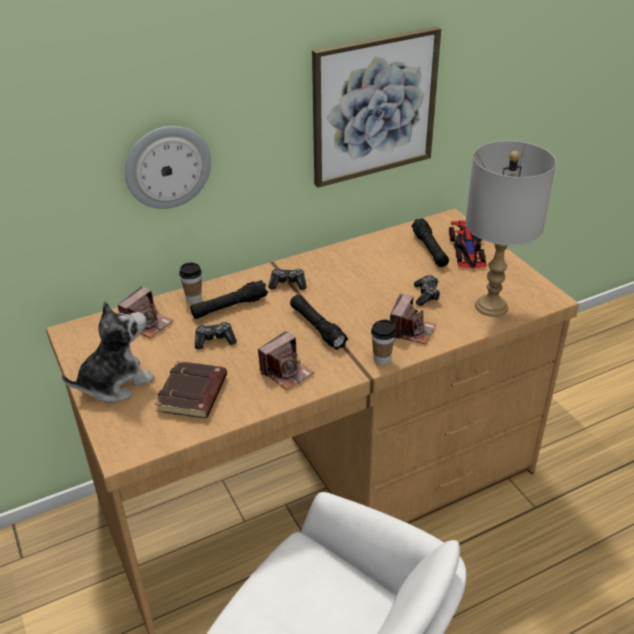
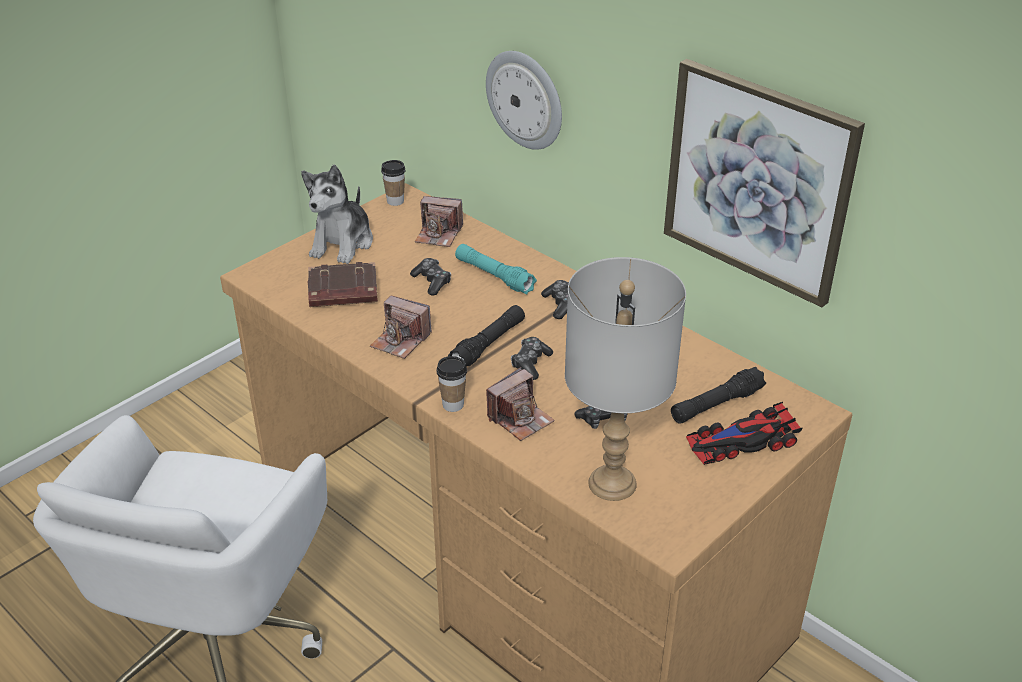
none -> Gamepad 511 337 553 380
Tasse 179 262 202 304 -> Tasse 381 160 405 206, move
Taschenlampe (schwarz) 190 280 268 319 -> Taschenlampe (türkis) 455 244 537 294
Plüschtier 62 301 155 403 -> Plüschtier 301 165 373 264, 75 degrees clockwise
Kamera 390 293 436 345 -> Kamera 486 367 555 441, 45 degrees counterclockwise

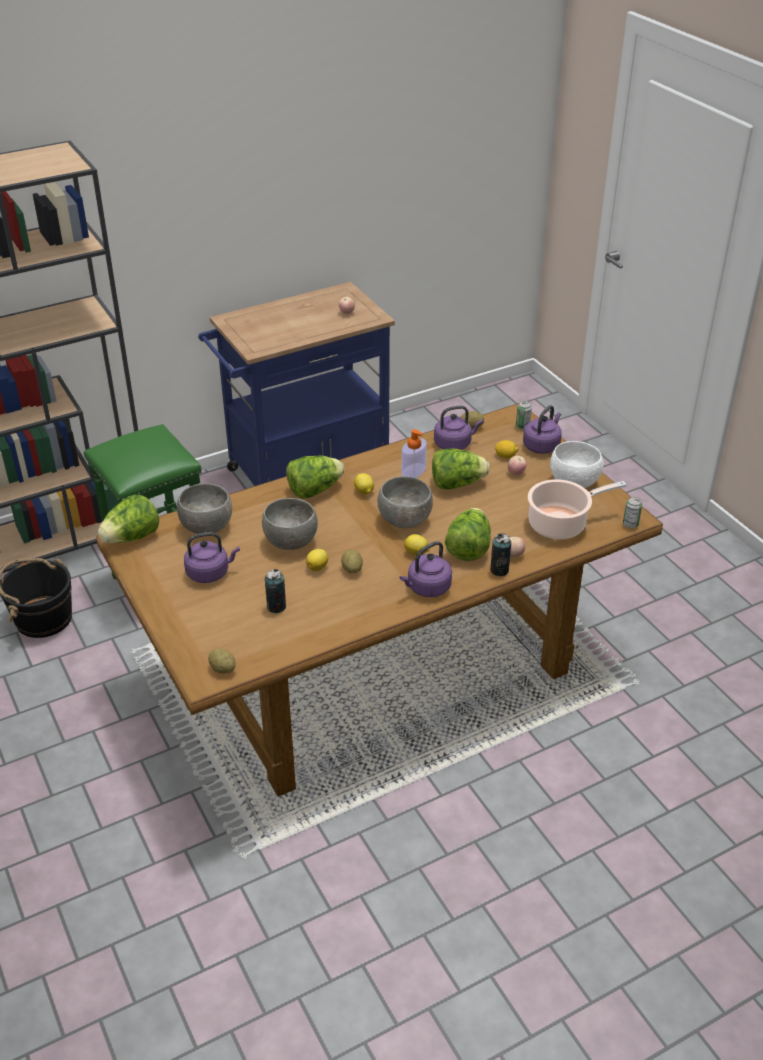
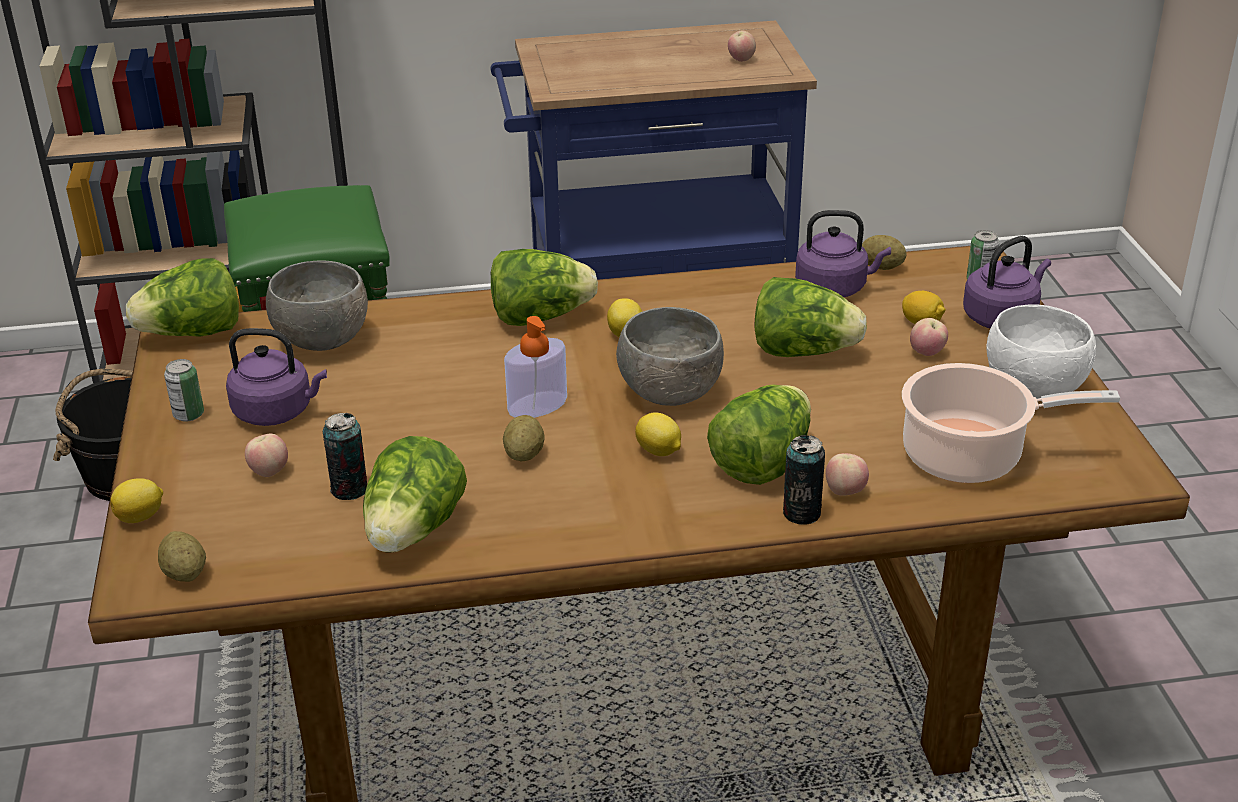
Schüssel (grau) 262 498 318 550 -> none
Wasserkessel (lila) 399 541 452 597 -> none
none -> Apfel 245 433 288 477
none -> Salatkopf 363 436 467 552
Zitrone 306 549 328 571 -> Zitrone 110 478 163 523, move
Seifenspender 402 429 427 478 -> Seifenspender 504 316 567 418, move
Dose 623 497 642 528 -> Dose 164 359 204 422, move

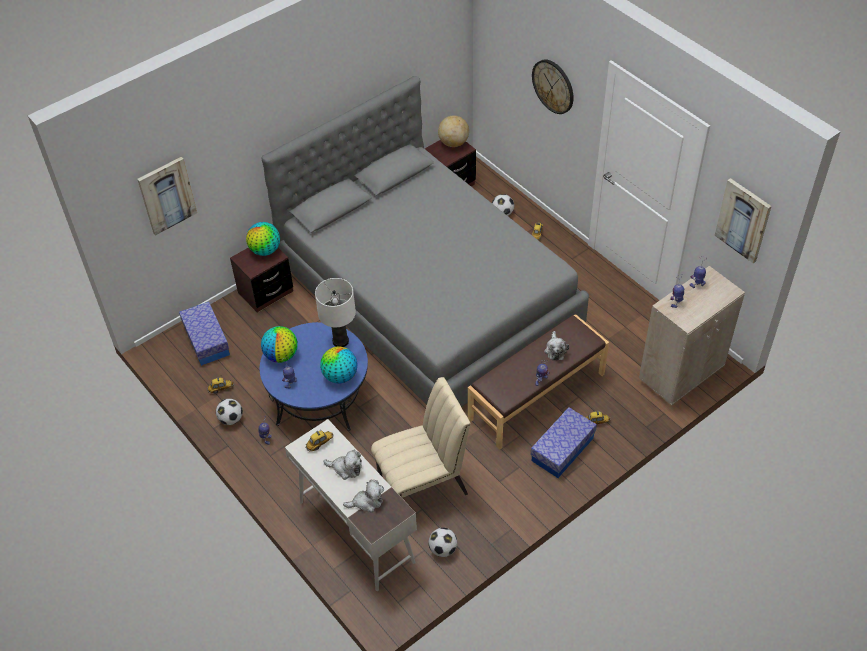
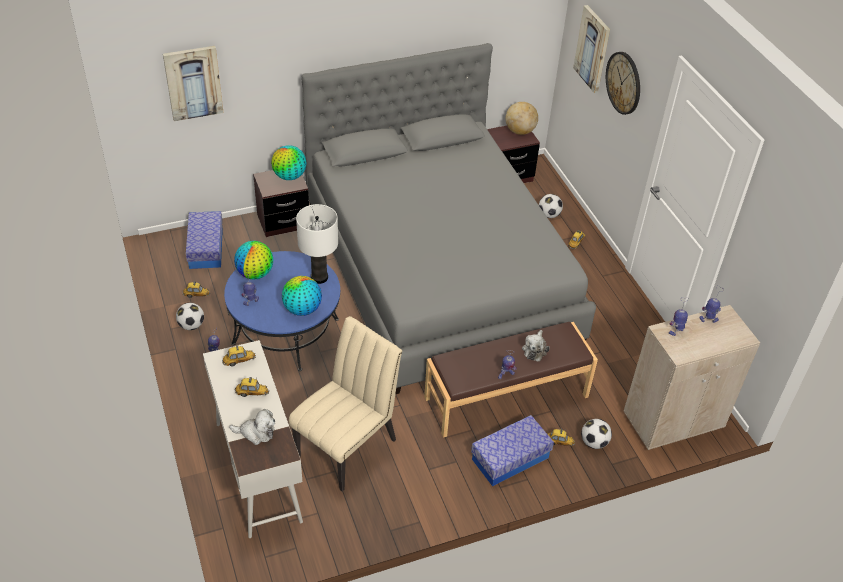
Fußball 428 528 457 557 -> Fußball 581 419 612 449, move
Bild 715 178 772 263 -> Bild 573 5 610 93, move
Plüschtier 323 450 362 480 -> Spielzeugauto 235 377 269 397
Stuhl (beige) 371 377 471 499 -> Stuhl (beige) 289 316 403 491, 45 degrees counterclockwise

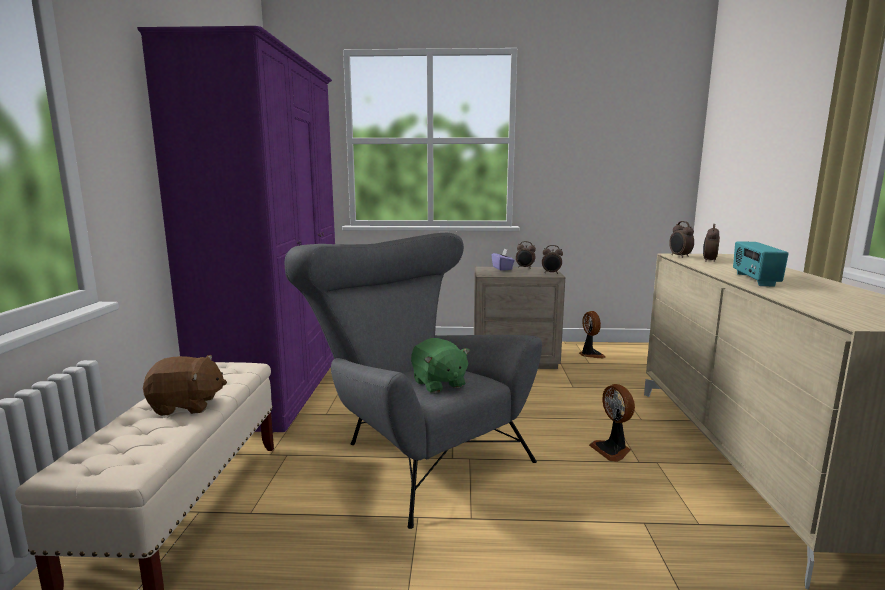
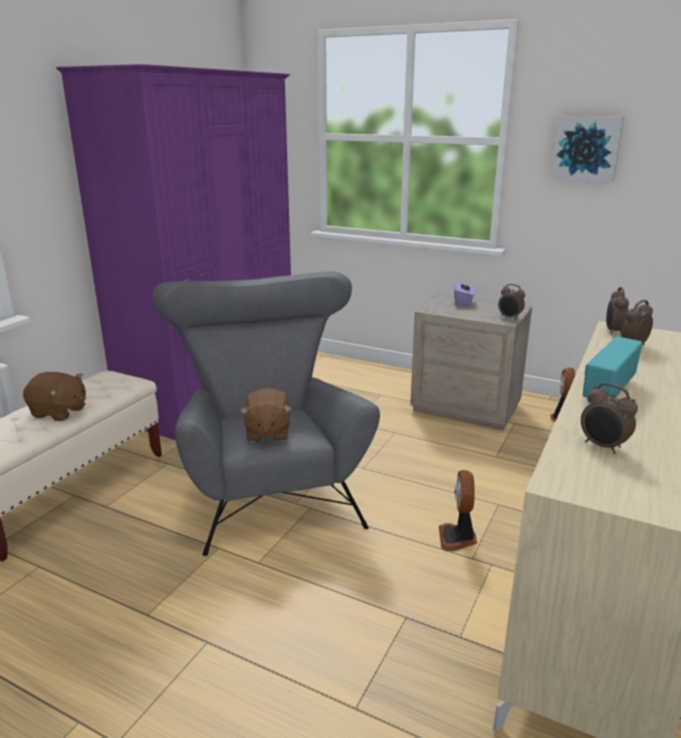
none -> Bild 550 116 624 182
Wecker 516 241 536 269 -> Wecker 581 383 638 454, move
Plüschtier (grün) 411 338 470 393 -> Plüschtier (braun) 240 388 292 443

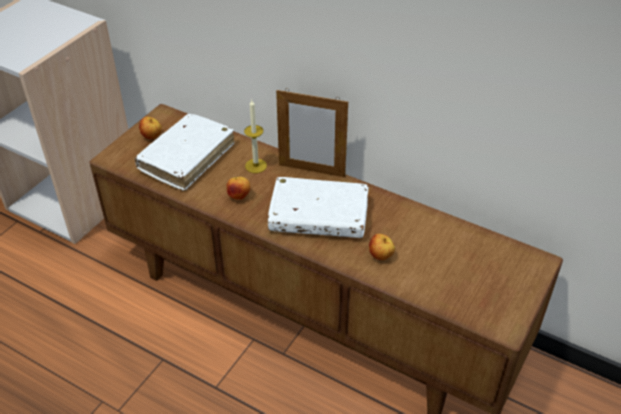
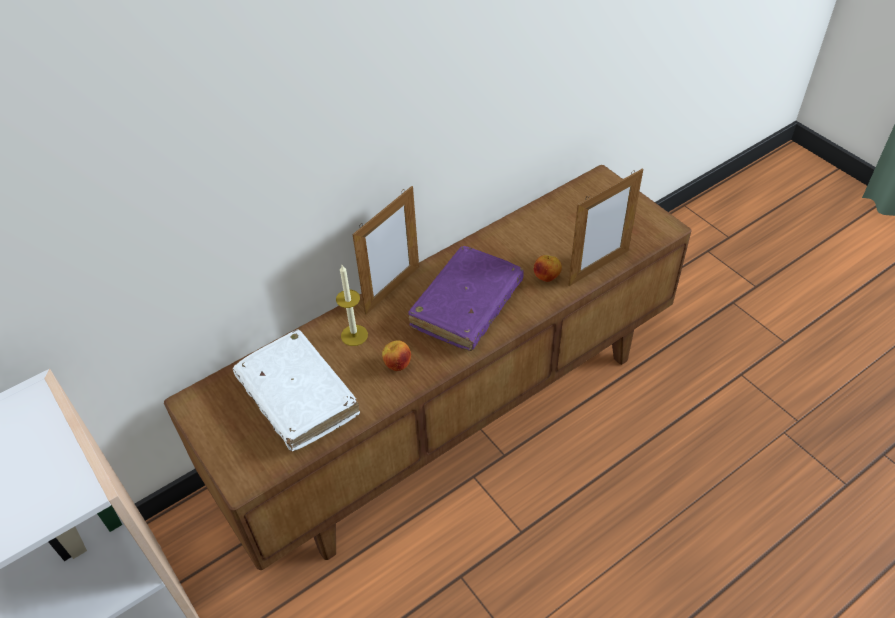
Apfel 139 117 162 139 -> none
none -> Bilderrahmen 568 168 643 286
Buch (weiß) 267 177 368 238 -> Buch (lila) 408 246 524 351

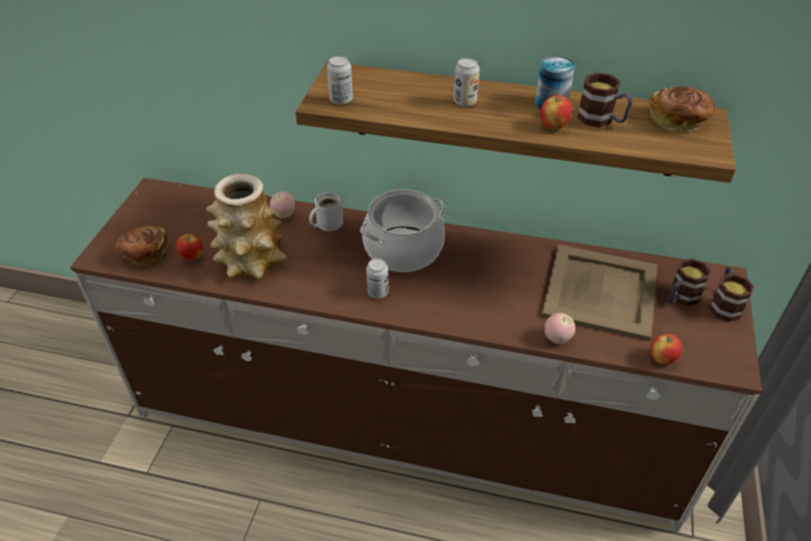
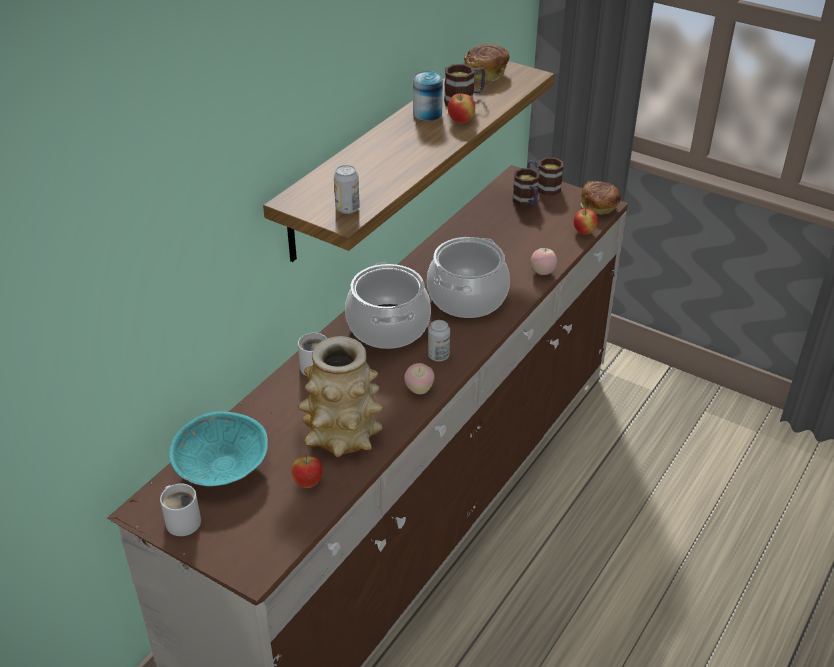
Dose 454 58 479 107 -> none
Tablett (beige) 541 244 658 341 -> none
none -> Henkelbecher (weiß) 160 484 201 536
none -> Schüssel (türkis) 169 411 268 486
none -> Kochtopf 427 237 510 318
Brot 115 226 168 267 -> Brot 581 181 621 215, move
Apfel 270 192 295 218 -> Apfel 404 363 435 394, move

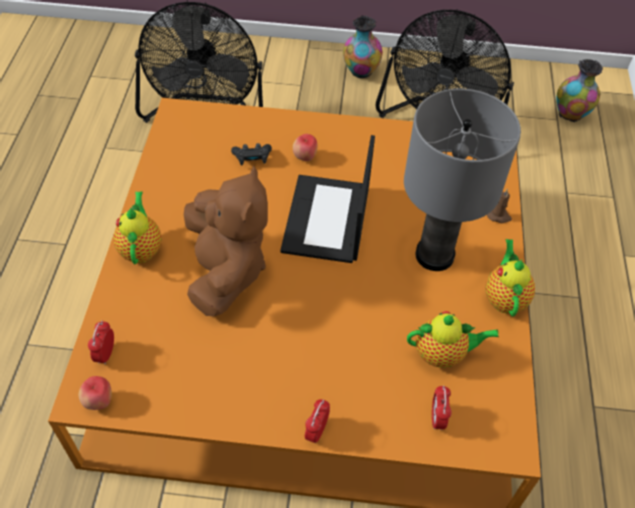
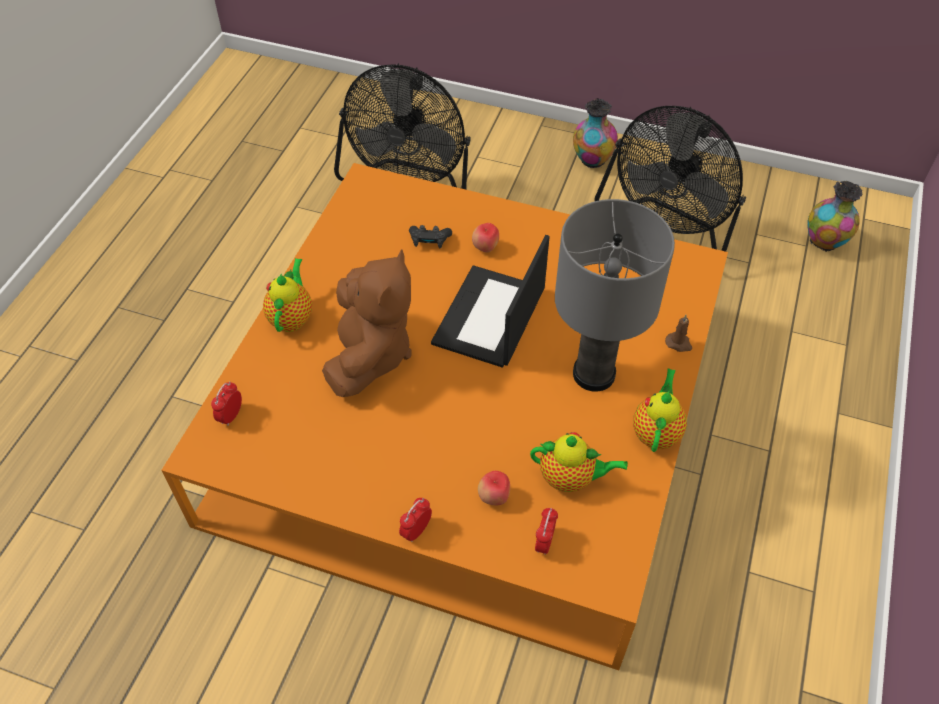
Apfel 79 376 112 410 -> Apfel 478 471 510 505, move

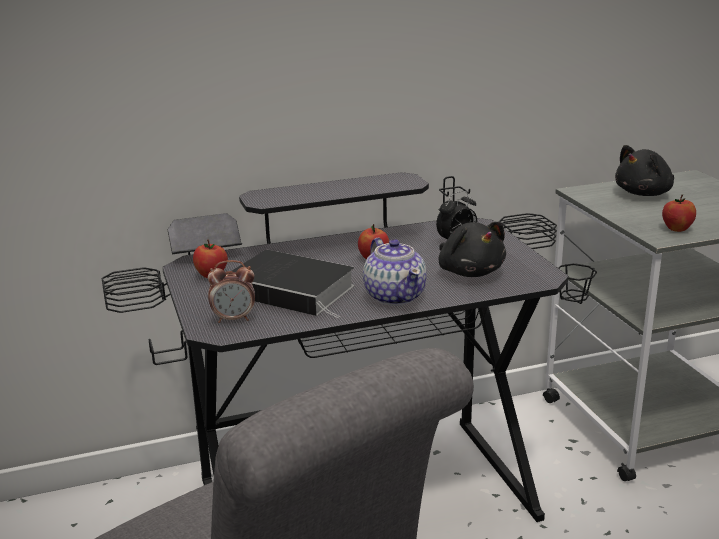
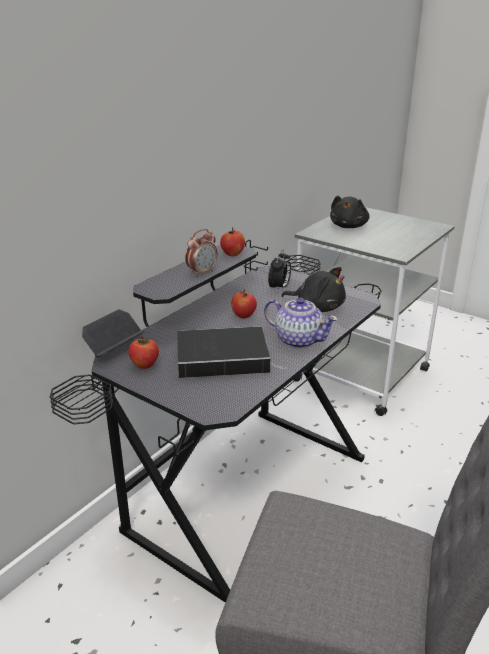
Wecker 208 260 255 323 -> Wecker 185 229 217 277, move
Apfel 662 194 696 232 -> Apfel 220 227 245 256, move

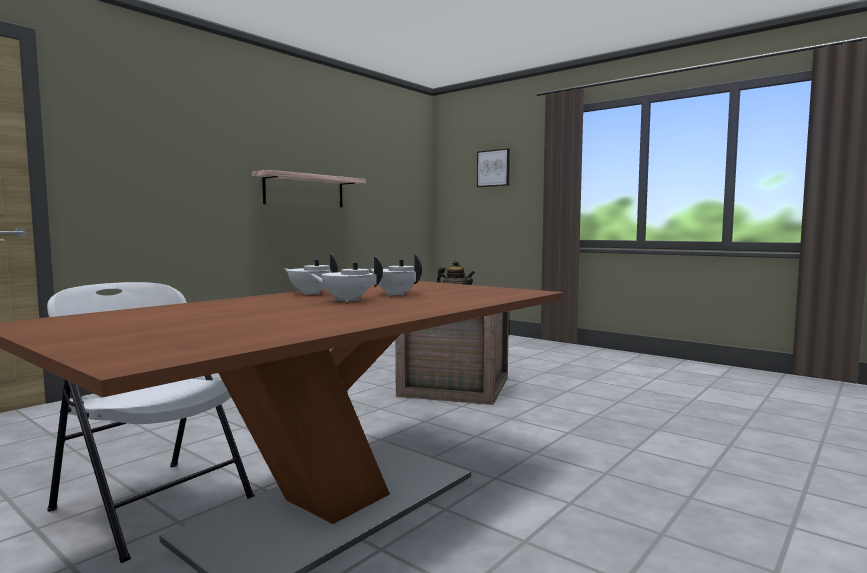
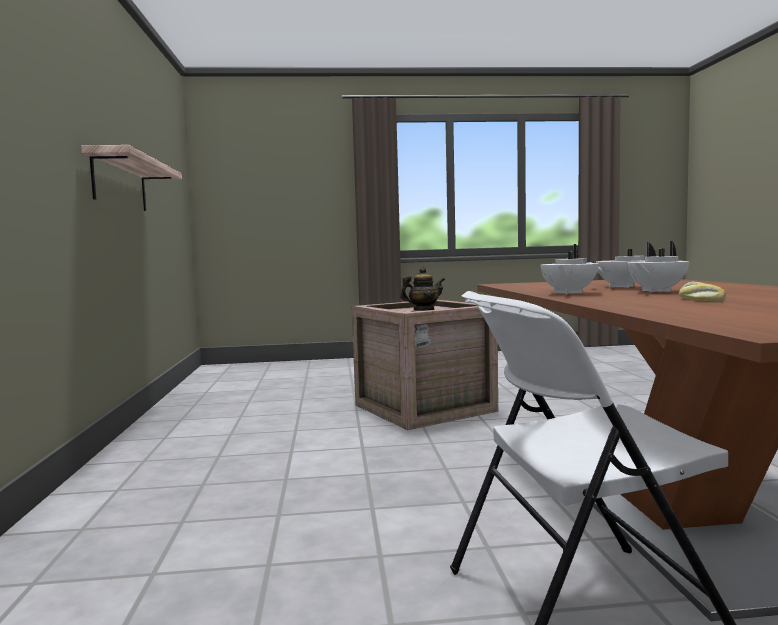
Bild 477 148 510 187 -> none
none -> Brot 679 282 726 302
Teekanne (weiß) 284 254 338 295 -> Teekanne (weiß) 541 244 599 294, 45 degrees counterclockwise

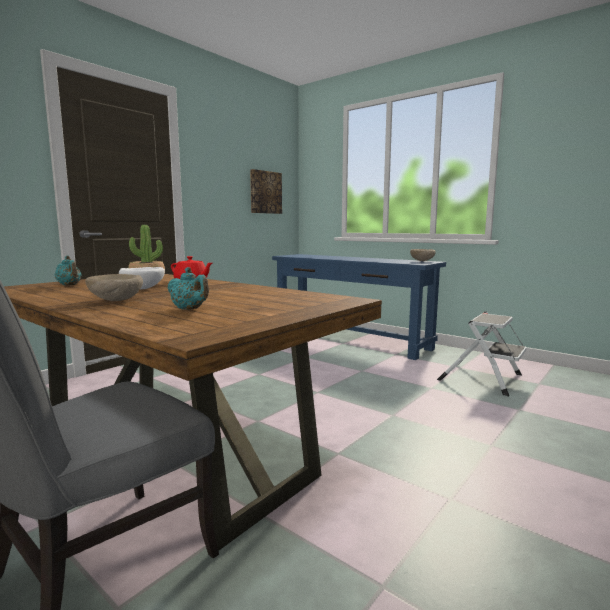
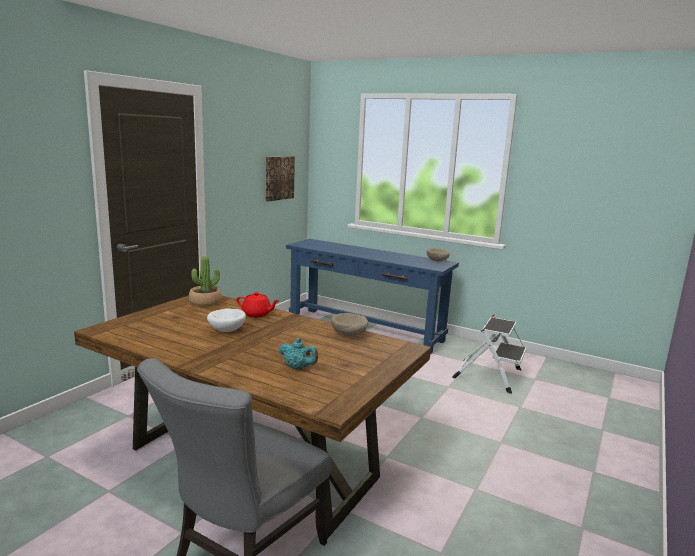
Teekanne (türkis) 55 255 81 286 -> none
Schüssel (beige) 85 274 143 301 -> Schüssel (beige) 331 313 368 336, move

